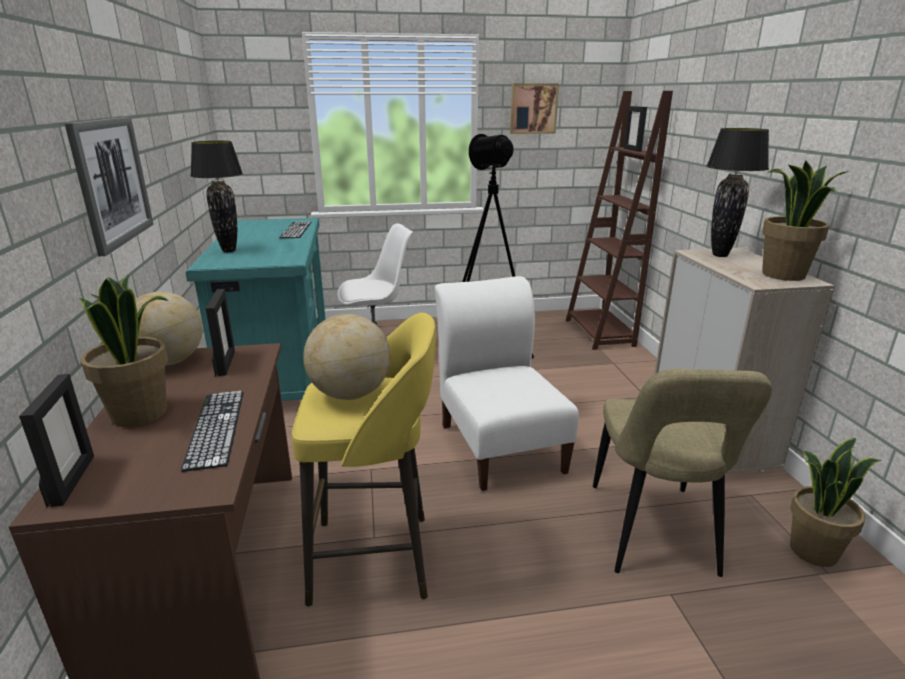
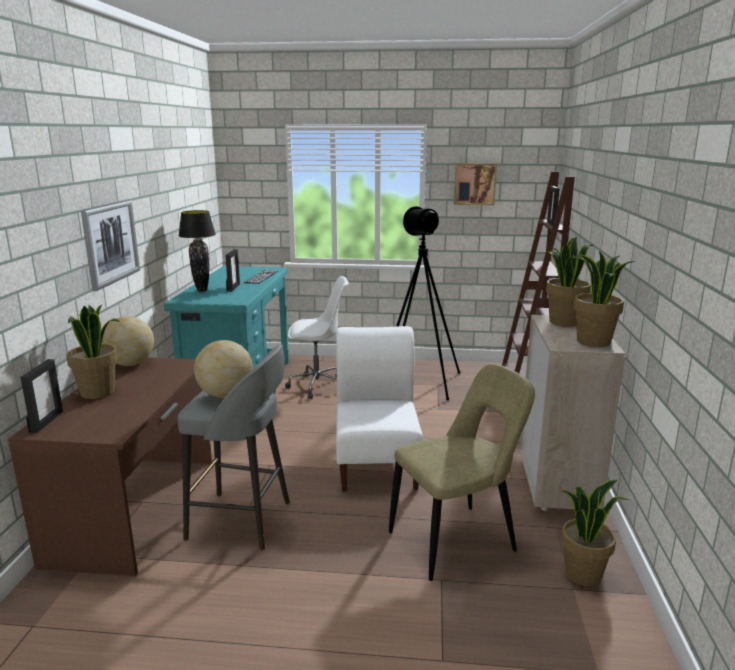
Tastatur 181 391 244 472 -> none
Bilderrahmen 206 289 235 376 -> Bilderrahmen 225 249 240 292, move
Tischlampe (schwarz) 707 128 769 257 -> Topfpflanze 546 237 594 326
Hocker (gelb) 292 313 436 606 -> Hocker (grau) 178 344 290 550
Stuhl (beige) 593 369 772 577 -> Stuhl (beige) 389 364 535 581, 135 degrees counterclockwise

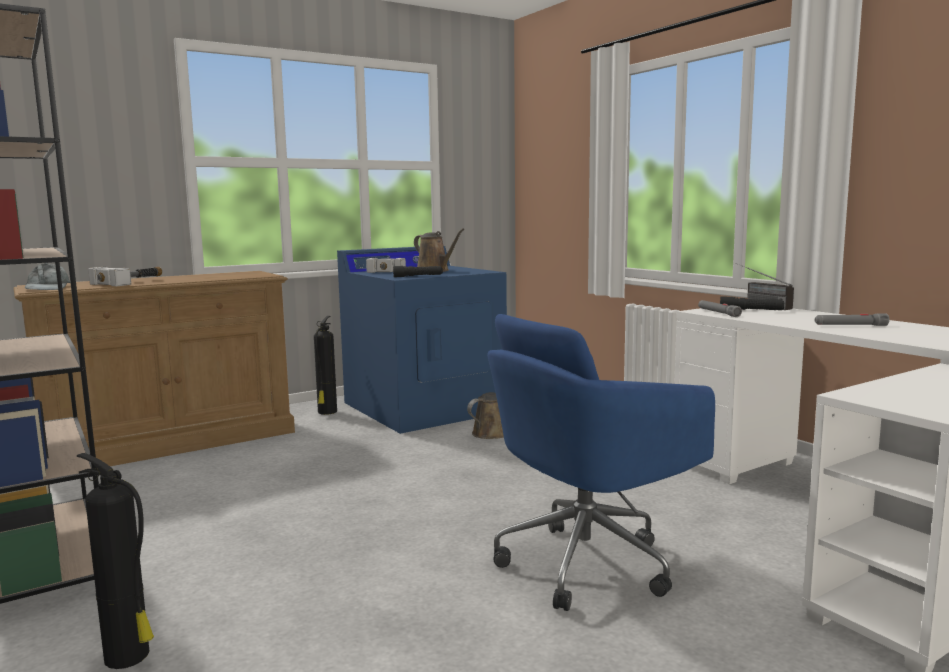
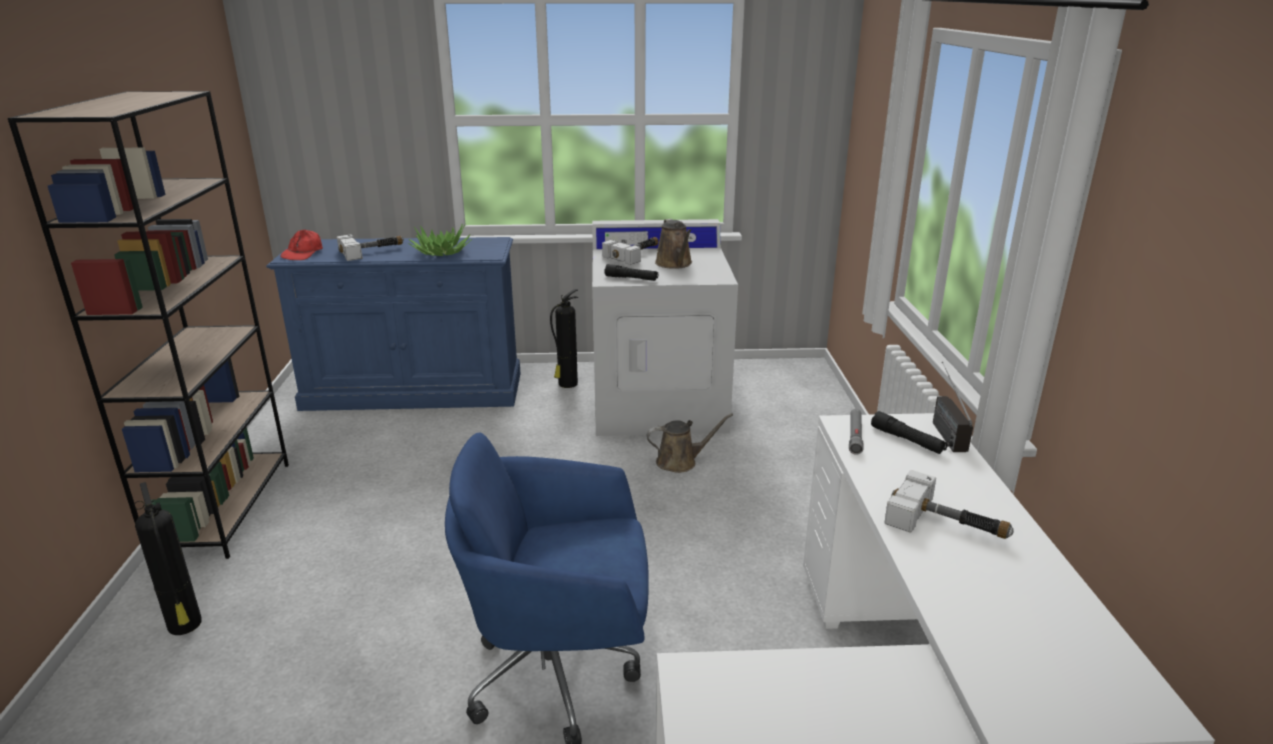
none -> Topfpflanze 408 224 472 256
Taschenlampe (grau) 815 314 890 326 -> Hammer 884 470 1014 539
Schrank (braun) 13 271 295 466 -> Schrank (blau) 266 237 521 411
Kappe (grau) 25 263 70 290 -> Kappe (rot) 280 230 323 260
Waschmaschine (blau) 337 246 507 434 -> Waschmaschine (weiß) 592 219 738 436

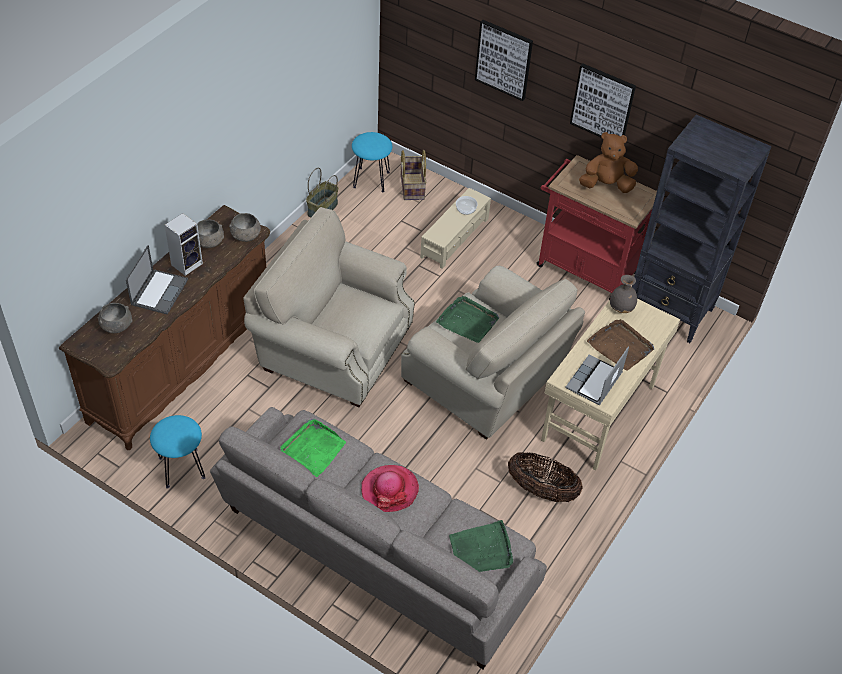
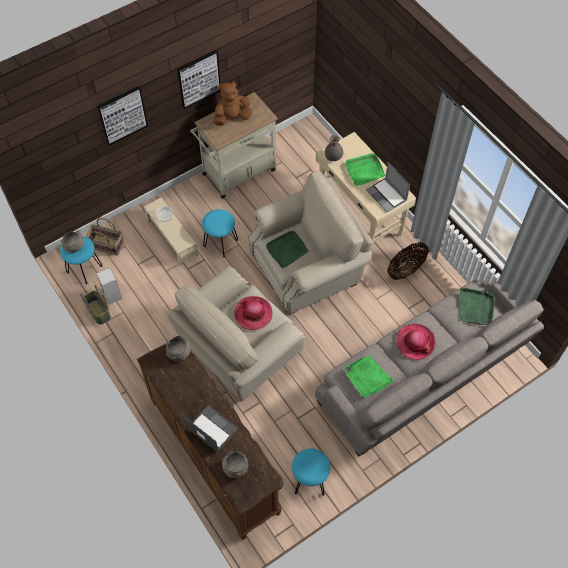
Bücherregal (schwarz) 632 115 772 343 -> none
none -> Hocker (türkis) 202 209 238 258
none -> Hut 234 296 272 330
Lautsprecher 165 213 203 276 -> Lautsprecher 97 268 122 305, move
Schüssel (grau) 197 219 224 248 -> Schüssel (grau) 61 231 84 253, move
Rollwagen (rot) 537 155 657 300 -> Rollwagen (beige) 190 92 278 199
Tablett (braun) 587 319 654 371 -> Tablett (grün) 345 153 385 186
Plüschtier (braun) 579 132 638 193 -> Plüschtier (braun) 213 81 252 126, 45 degrees clockwise

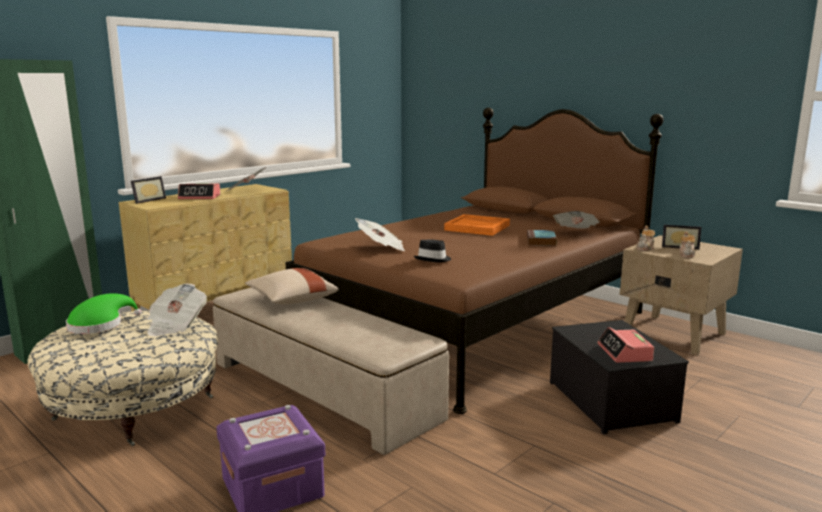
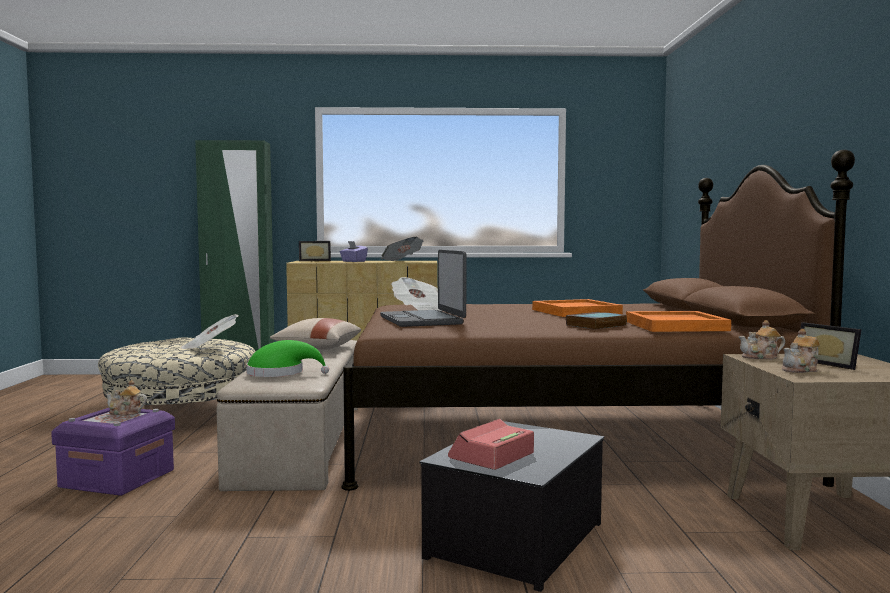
none -> Teekanne 106 380 147 416
Hut (grün) 66 293 142 334 -> Hut (grün) 246 340 329 377, move
Wecker 178 183 220 199 -> Taschentuchbox (lila) 340 241 368 262
Hut (schwarz) 414 239 451 262 -> Laptop 380 250 467 327
Zeitung 553 211 600 229 -> Tablett (orange) 626 311 731 332

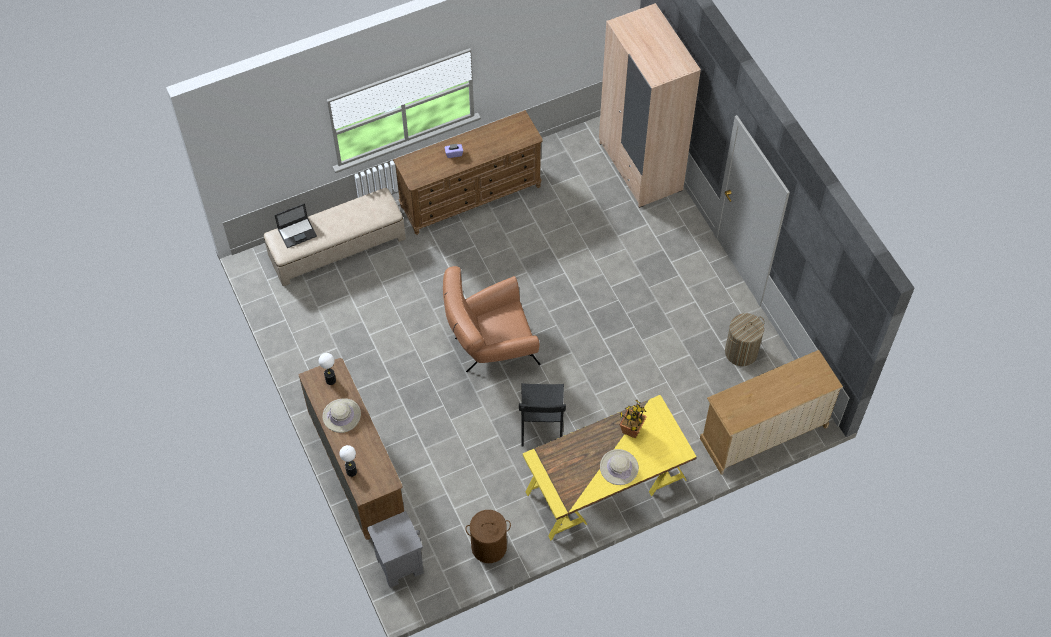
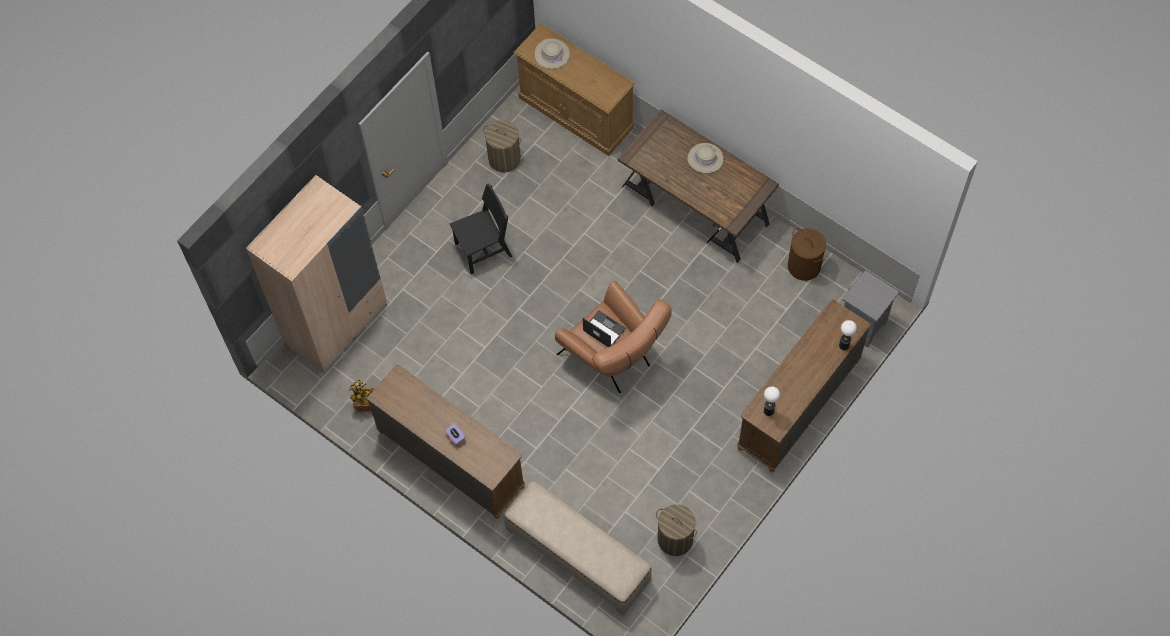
none -> Wäschekorb 656 504 697 556
Laptop 275 203 317 248 -> Laptop 583 310 626 347, move
Hut (beige) 323 398 361 433 -> Hut (beige) 535 38 570 69, move
Stuhl (schwarz) 519 383 566 446 -> Stuhl (schwarz) 450 184 512 274, move
Topfpflanze 620 400 647 439 -> Topfpflanze 349 380 373 412, move
Schreibtisch (gelb) 523 395 697 540 -> Schreibtisch (braun) 618 109 779 263

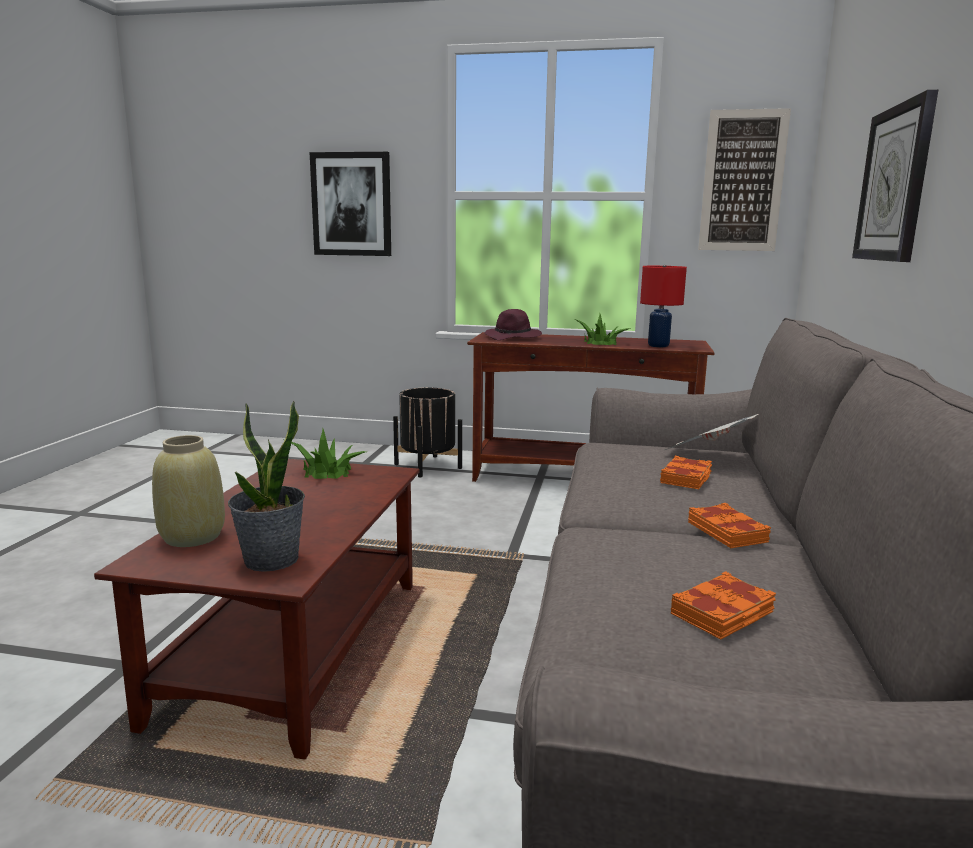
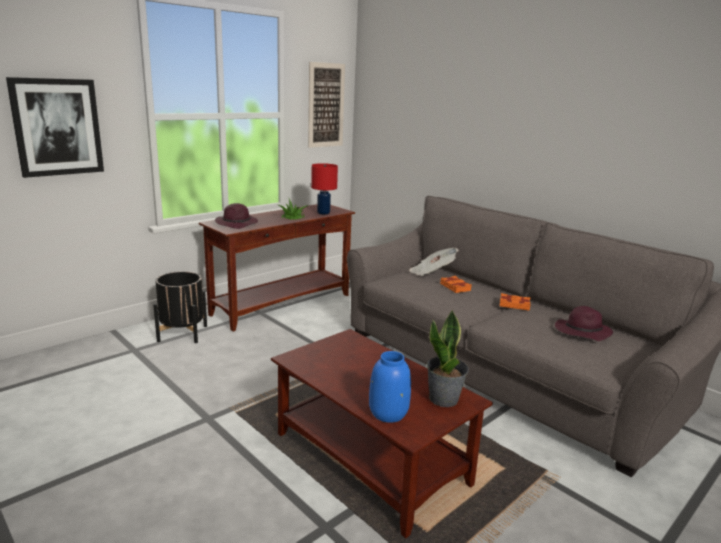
Topfpflanze 291 428 366 479 -> none
Wanduhr 852 90 938 262 -> none
Buch (orange) 671 571 776 639 -> Hut (lila) 555 306 613 341
Vase (beige) 152 435 225 547 -> Vase (blau) 369 351 411 423

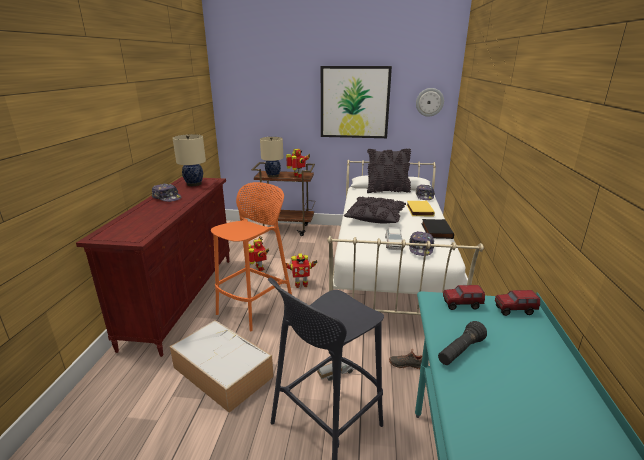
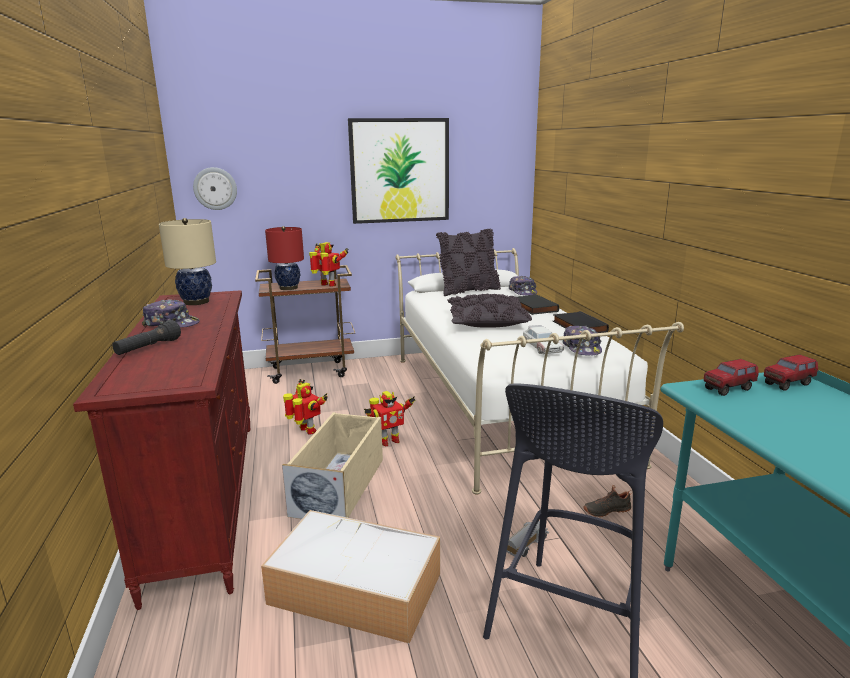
Wanduhr 416 88 444 117 -> Wanduhr 193 167 237 210, move
Taschenlampe (schwarz) 438 321 487 365 -> Taschenlampe (schwarz) 112 320 181 355, move
Hocker (orange) 211 182 292 331 -> Aufbewahrungsbox (beige) 282 412 383 519
Tischlampe (beige) 260 137 283 178 -> Tischlampe (rot) 265 226 304 290
Buch (gelb) 407 201 435 217 -> Buch (schwarz) 517 294 559 315

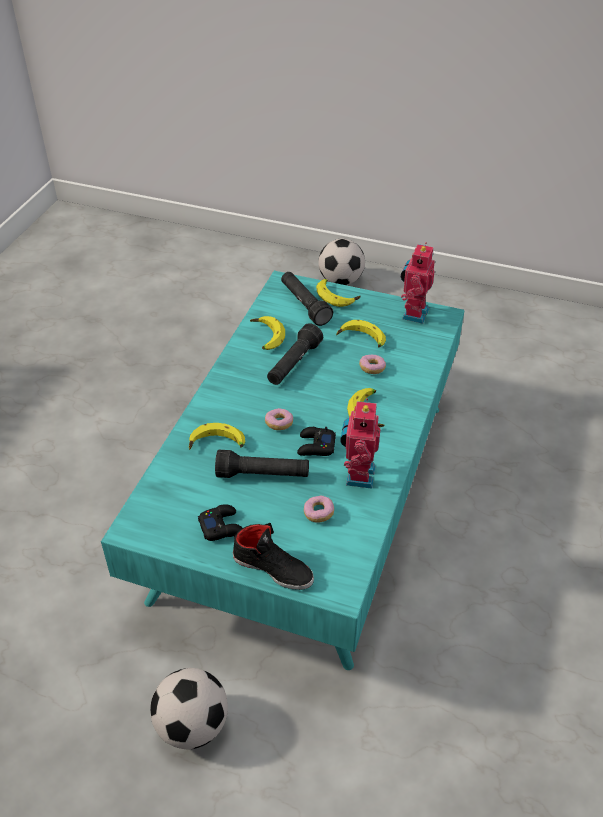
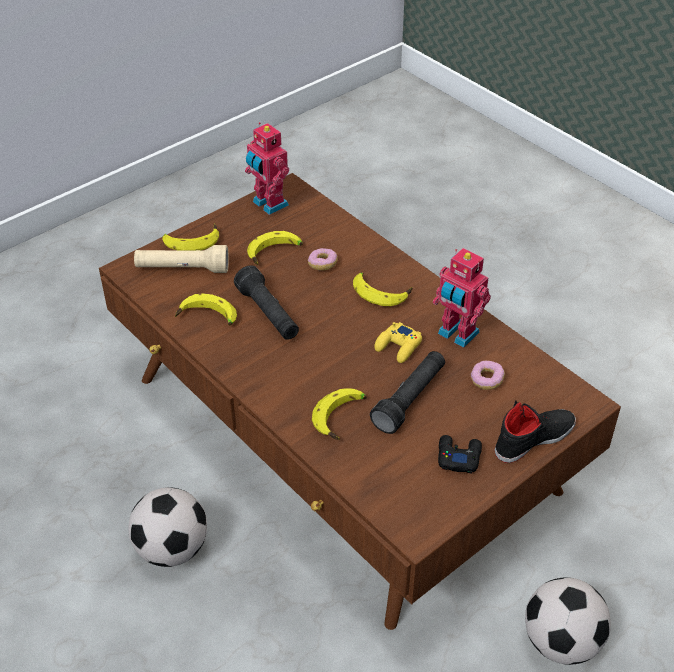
Donut 265 408 293 430 -> none
Fußball 318 238 365 285 -> Fußball 129 487 207 567, move
Couchtisch (türkis) 101 270 464 670 -> Couchtisch (braun) 99 173 621 630
Taschenlampe (schwarz) 281 272 333 326 -> Taschenlampe (beige) 134 245 229 273
Gamepad (schwarz) 297 427 336 456 -> Gamepad (gelb) 374 322 422 363

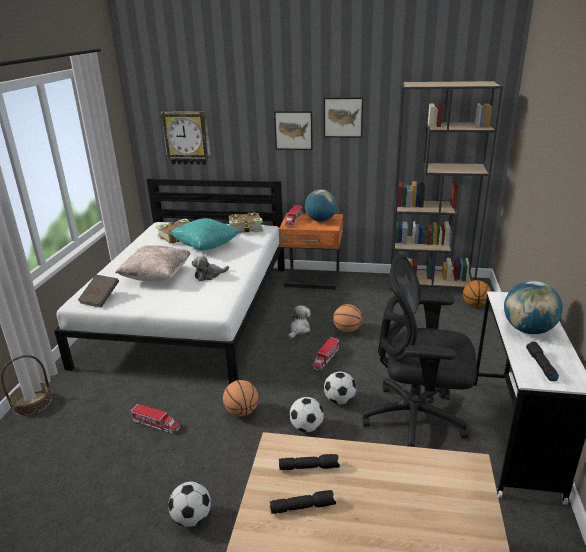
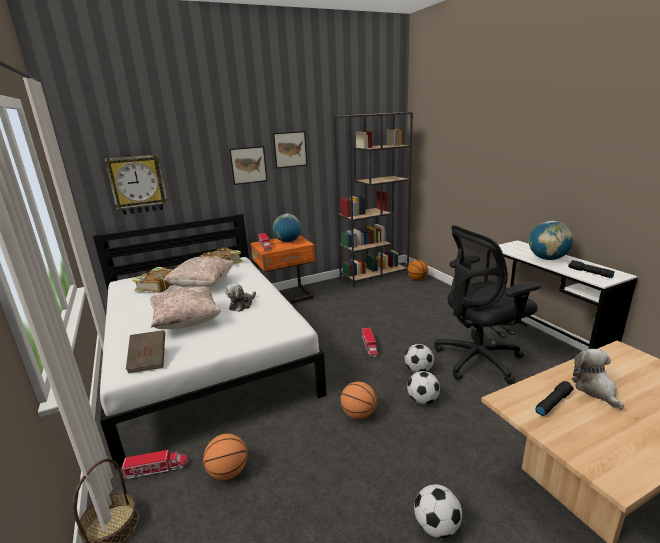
Taschenlampe (schwarz) 270 490 336 514 -> none
Spielzeuglaster 131 404 180 434 -> Spielzeuglaster 122 450 188 479, move
Plüschtier 288 305 311 338 -> Plüschtier 572 349 624 410, move
Basketball 333 304 362 333 -> Basketball 203 433 248 480, move
Kissen (türkis) 170 218 240 250 -> Kissen (beige) 164 257 234 287

